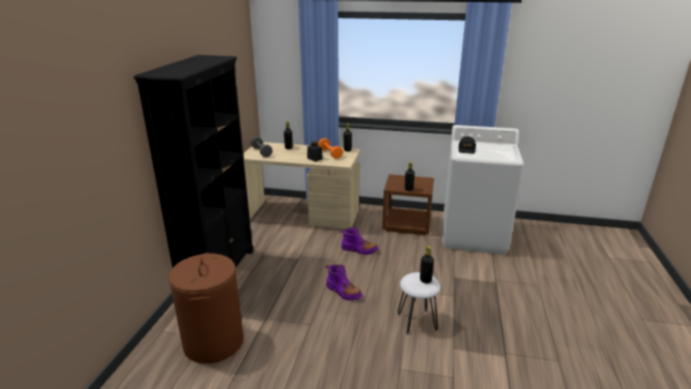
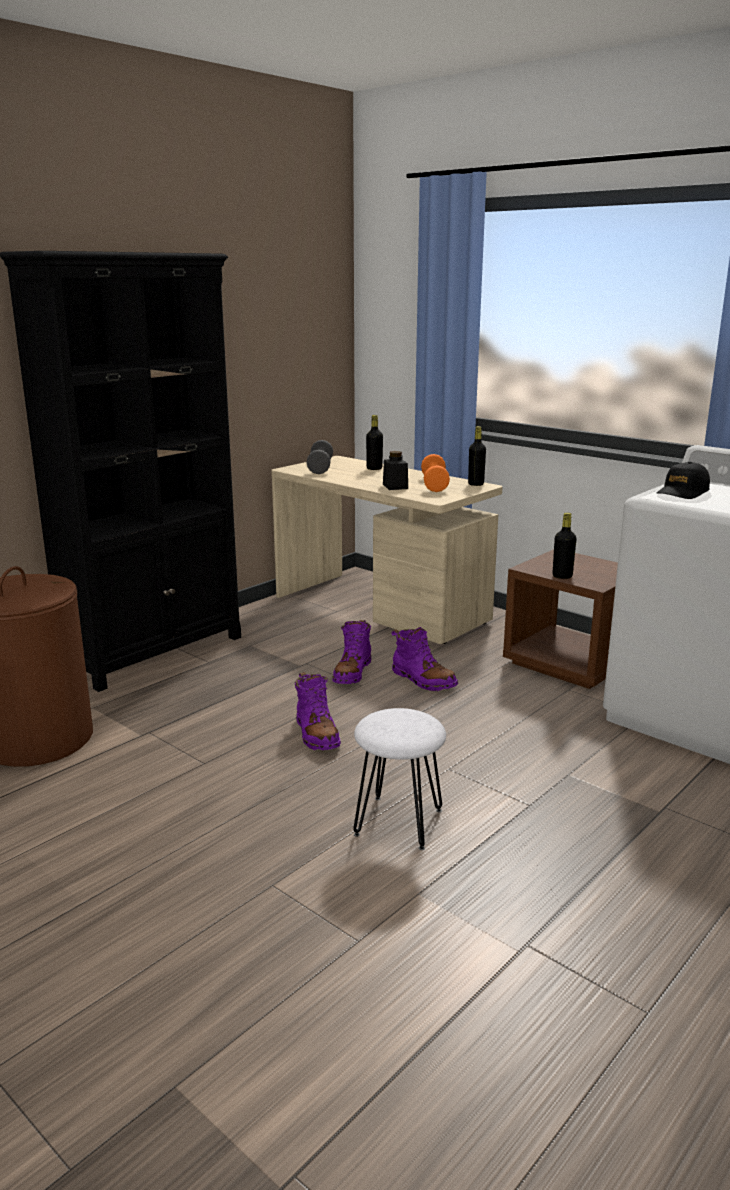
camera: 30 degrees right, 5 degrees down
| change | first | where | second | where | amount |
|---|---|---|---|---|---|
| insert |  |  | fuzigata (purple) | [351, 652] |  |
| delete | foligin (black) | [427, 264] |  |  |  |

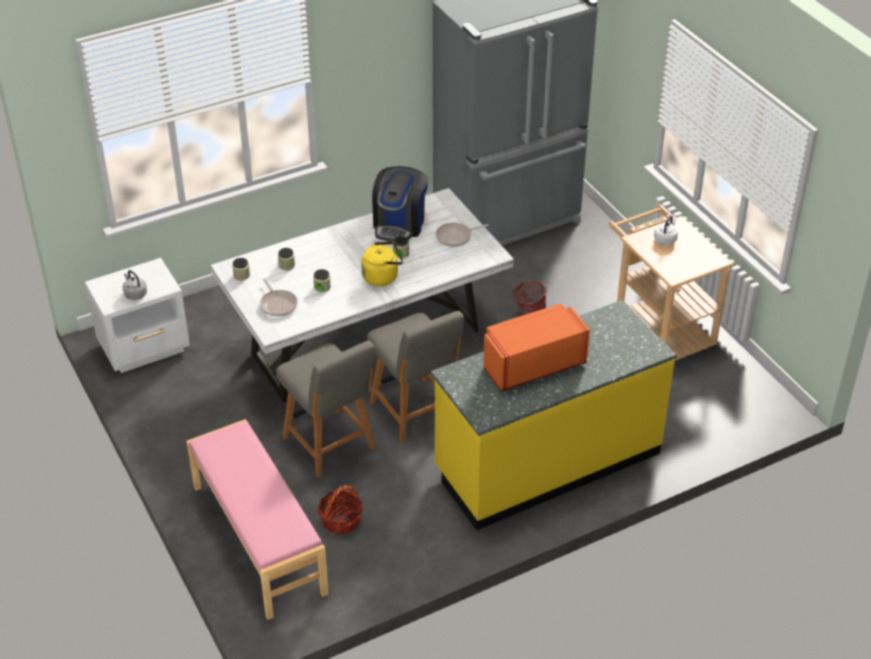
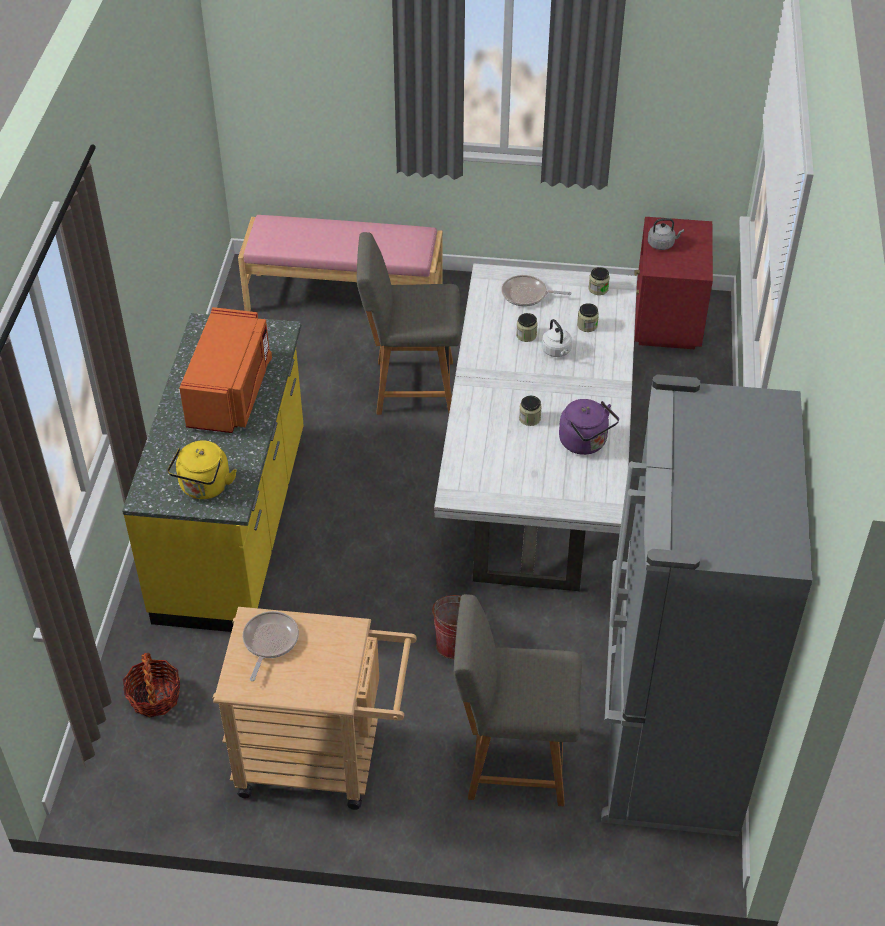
camera: 125 degrees right, 5 degrees up
| change | first | where | second | where | amount |
|---|---|---|---|---|---|
| move | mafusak | [340, 509] |  | [151, 685] |  |
| move | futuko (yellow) | [382, 264] |  | [202, 469] |  |
| move | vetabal | [462, 235] |  | [271, 646] |  |
| move | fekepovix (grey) | [415, 377] |  | [518, 700] |  |
| move | futuko (white) | [666, 230] |  | [557, 338] |  |
| replace | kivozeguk | [400, 204] | futuko (purple) | [589, 427] |  |
| recolor | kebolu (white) | [137, 315] | kebolu (red) | [673, 283] |  |

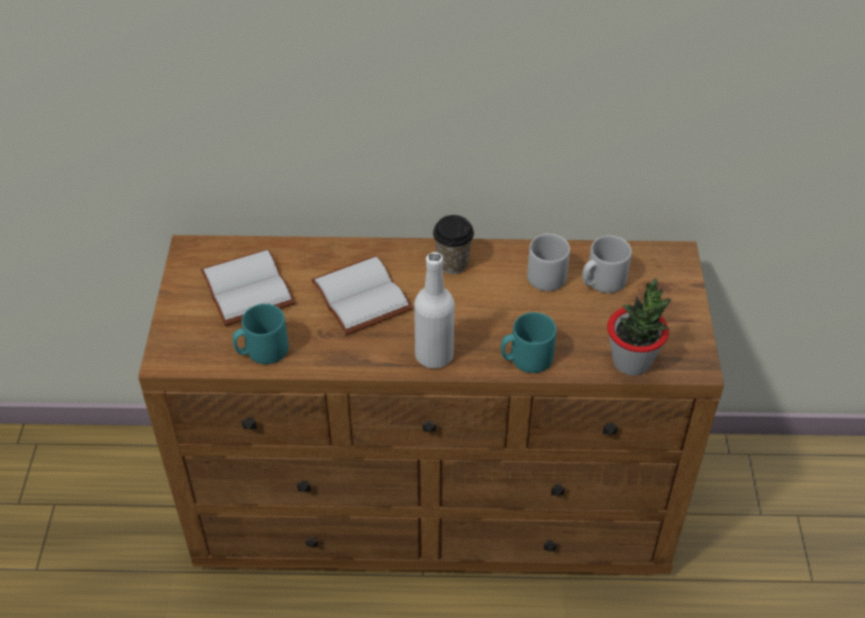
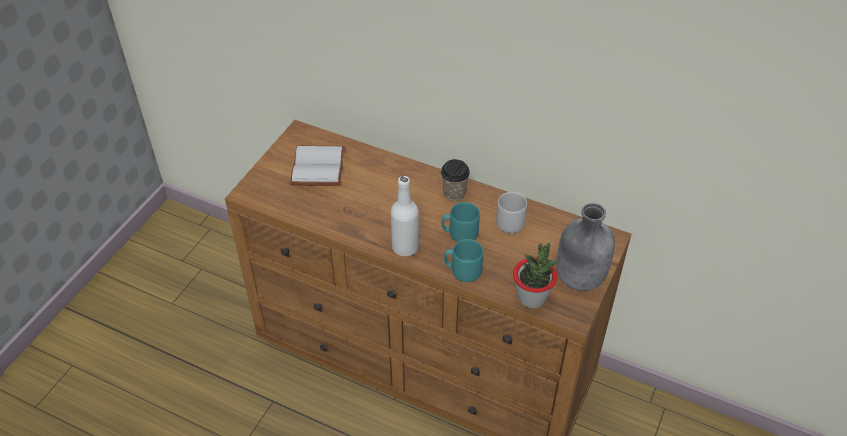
camera: 25 degrees right, 0 degrees up
| change | first | where | second | where | amount |
|---|---|---|---|---|---|
| move | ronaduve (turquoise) | [261, 334] |  | [461, 222] |  |
| insert |  |  | foligin (grey) | [586, 247] |  |
| delete | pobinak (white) | [362, 295] |  |  |  |
| delete | ronaduve (grey) | [607, 264] |  |  |  |

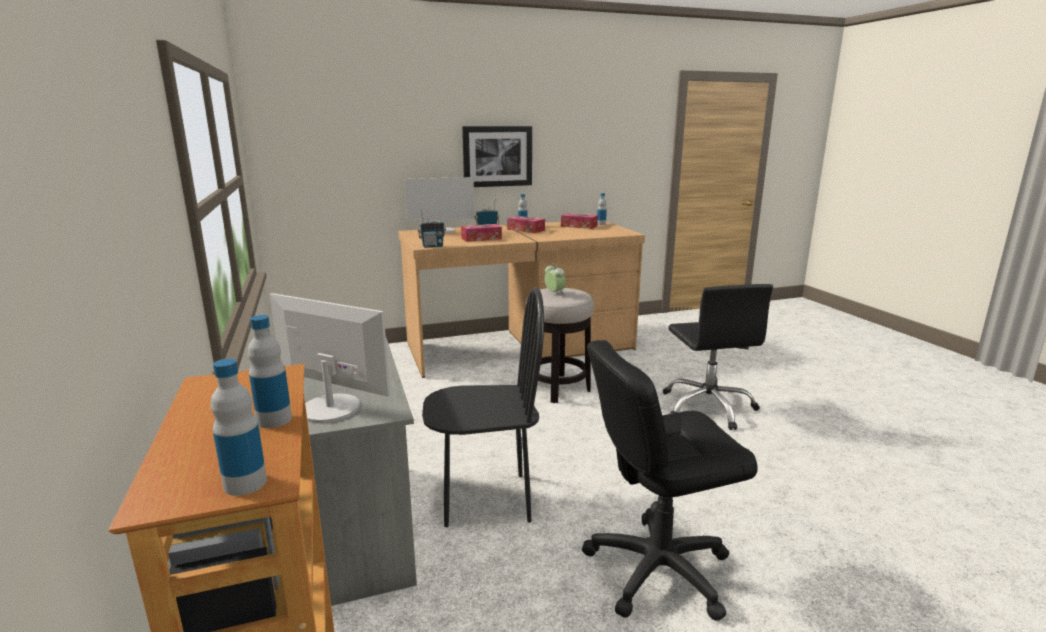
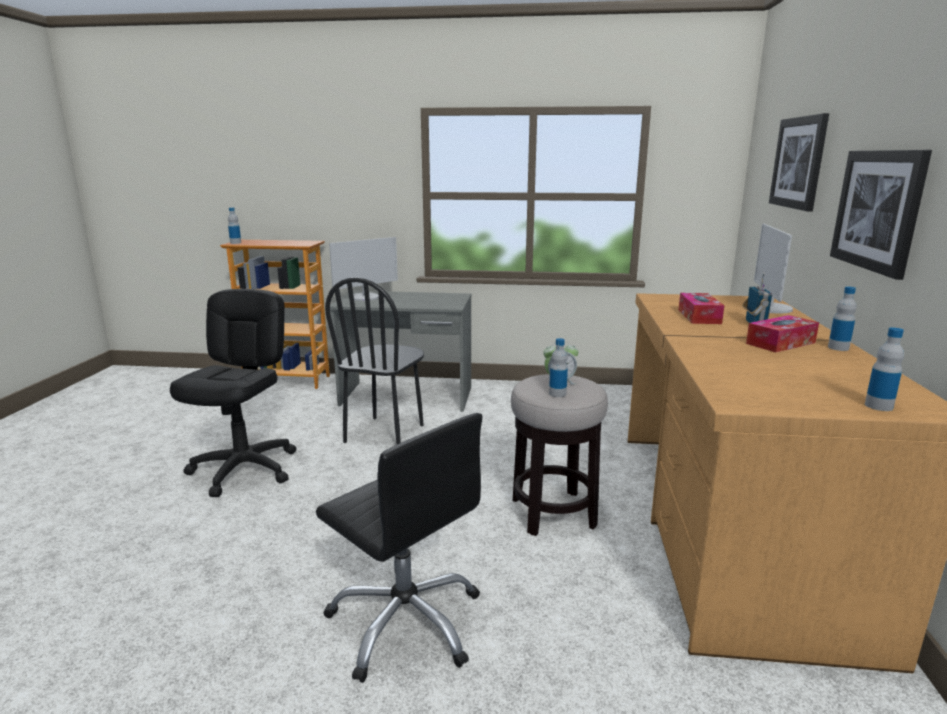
camera: 115 degrees right, 0 degrees up
| change | first | where | second | where | amount |
|---|---|---|---|---|---|
| rotate | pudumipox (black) | [718, 357] |  | [399, 548] | 150 degrees counterclockwise |
| move | foligin | [270, 371] |  | [558, 367] |  |
| insert |  |  | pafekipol | [799, 162] |  |
| delete | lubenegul | [432, 229] |  |  |  |
| delete | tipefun | [579, 221] |  |  |  |

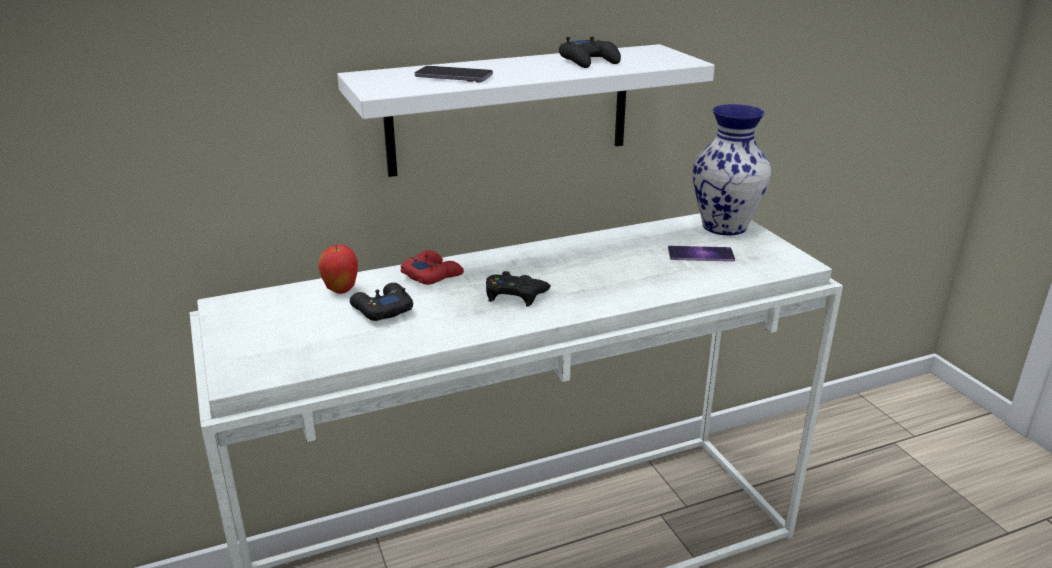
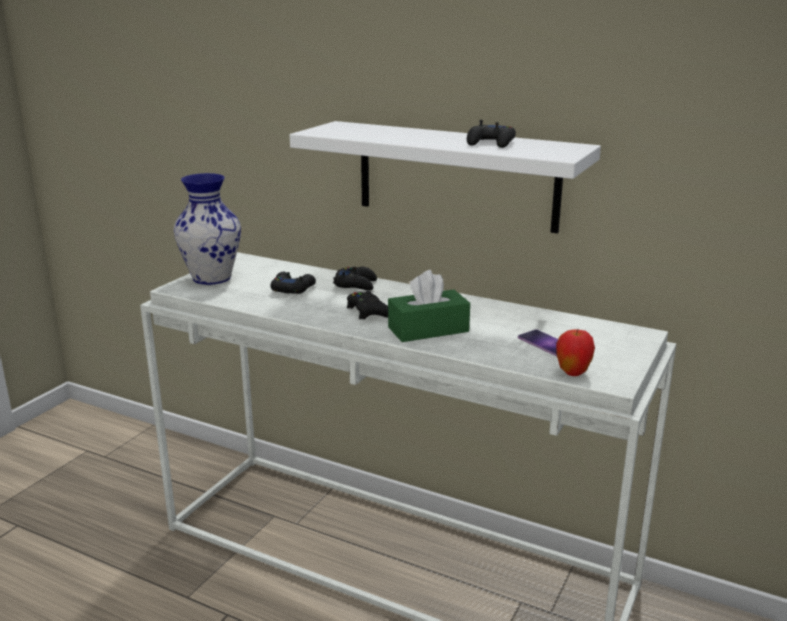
camera: 50 degrees right, 5 degrees down
| change | first | where | second | where | amount |
|---|---|---|---|---|---|
| move | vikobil | [731, 169] |  | [207, 229] |  |
| recolor | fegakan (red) | [432, 267] | fegakan (black) | [355, 278] |  |
| insert |  |  | tipefun (green) | [429, 306] |  |
| move | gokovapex | [338, 269] |  | [575, 352] |  |
| delete | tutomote | [454, 74] |  |  |  |

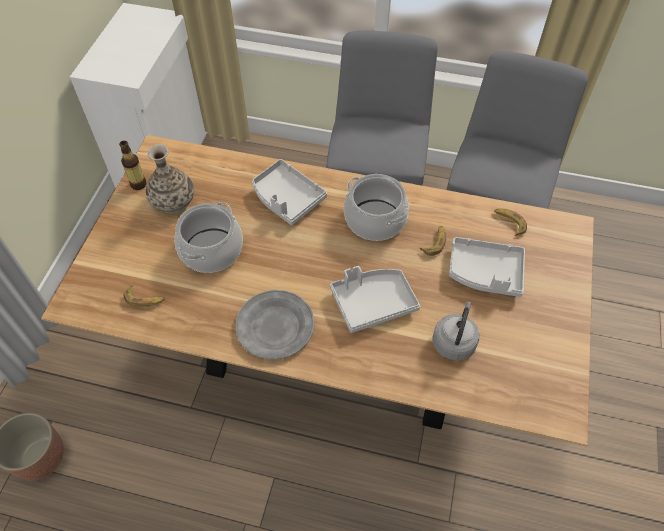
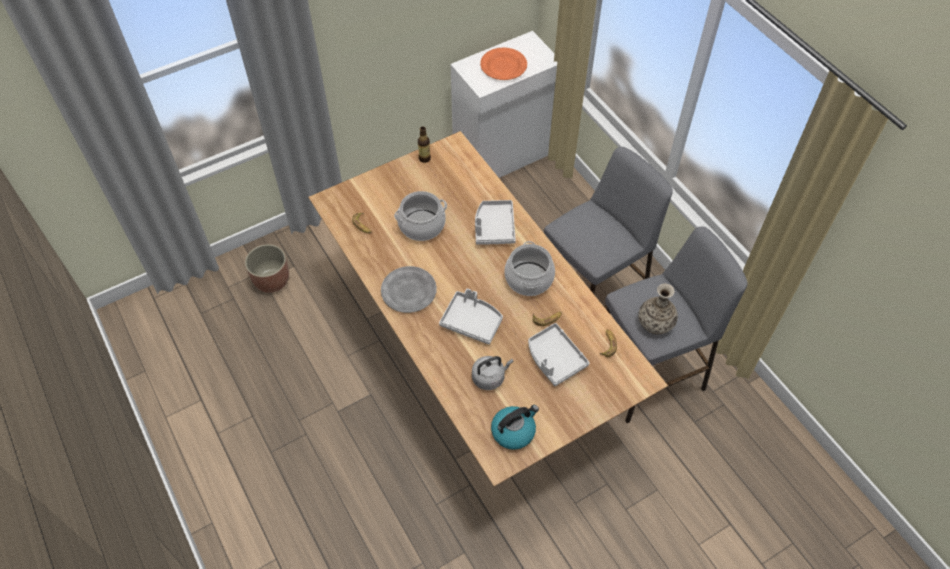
camera: 45 degrees right, 0 degrees up
| change | first | where | second | where | amount |
|---|---|---|---|---|---|
| insert |  |  | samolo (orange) | [503, 64] |  |
| insert |  |  | futuko | [515, 427] |  |
| move | vikobil | [170, 179] |  | [658, 309] |  |

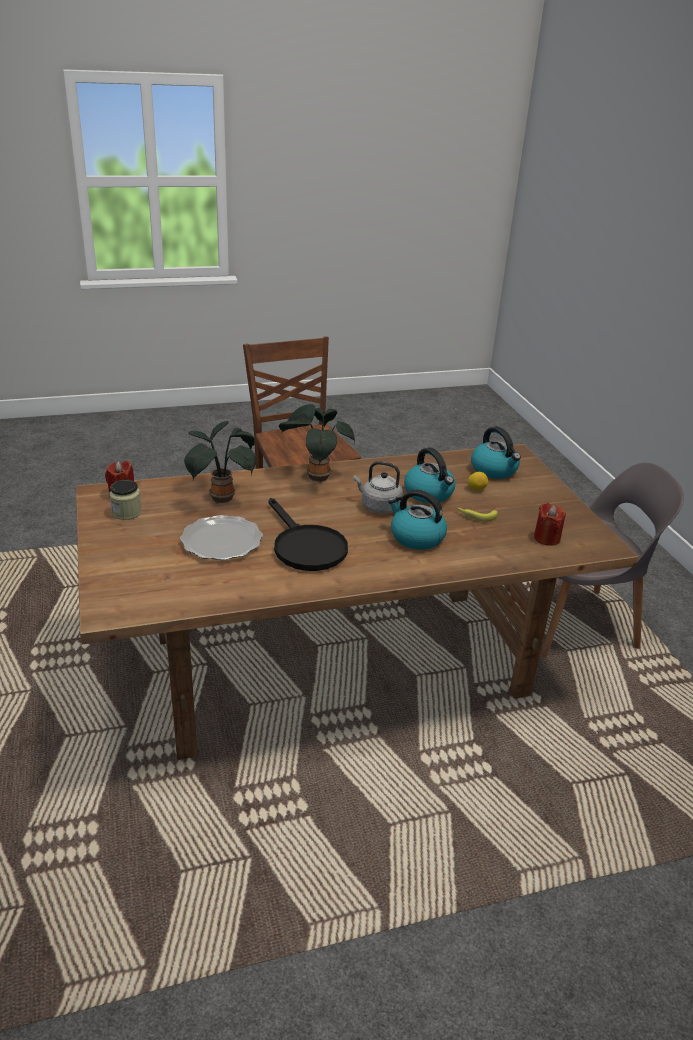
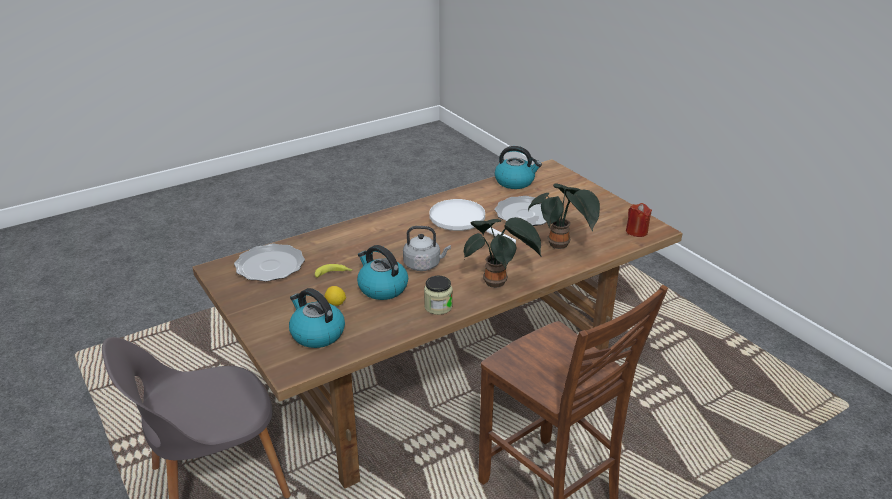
camera: 165 degrees right, 0 degrees up
| change | first | where | second | where | amount |
|---|---|---|---|---|---|
| replace | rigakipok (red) | [550, 524] | samolo | [269, 262] |  |
| move | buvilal | [125, 500] |  | [438, 295] |  |
| recolor | vetabal (black) | [308, 534] | vetabal (white) | [473, 221] |  |
| move | futuko | [417, 519] |  | [518, 167] |  |

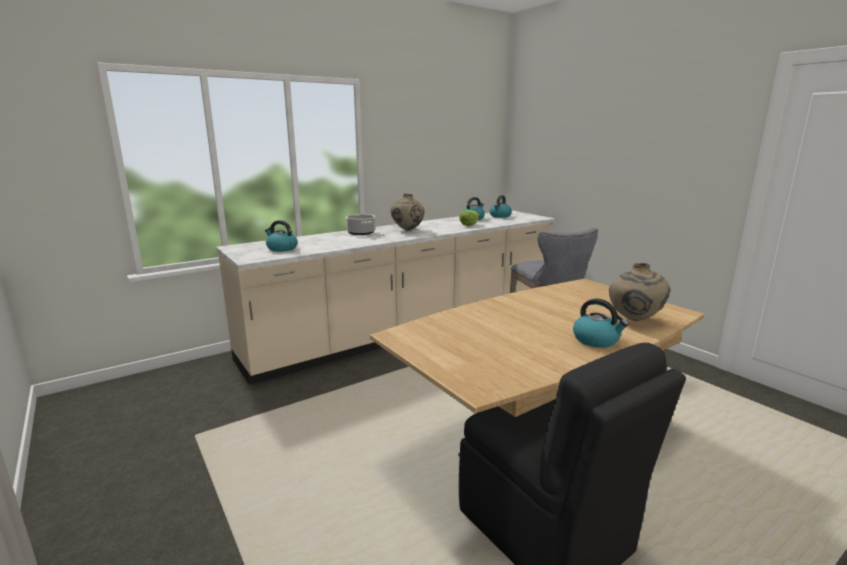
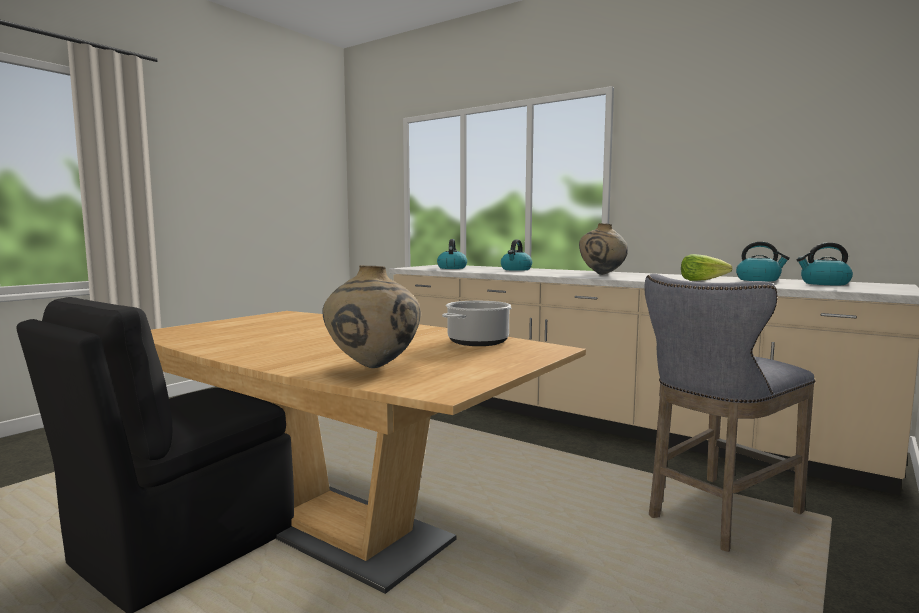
camera: 70 degrees right, 10 degrees down
| change | first | where | second | where | amount |
|---|---|---|---|---|---|
| move | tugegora | [360, 224] |  | [476, 323] |  |
| move | futuko | [601, 323] |  | [516, 255] |  |

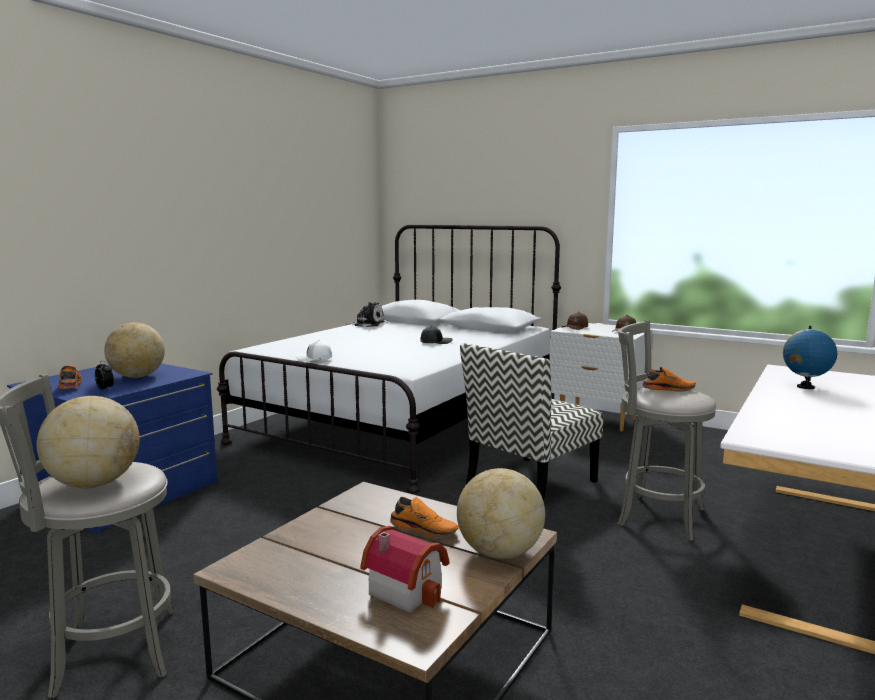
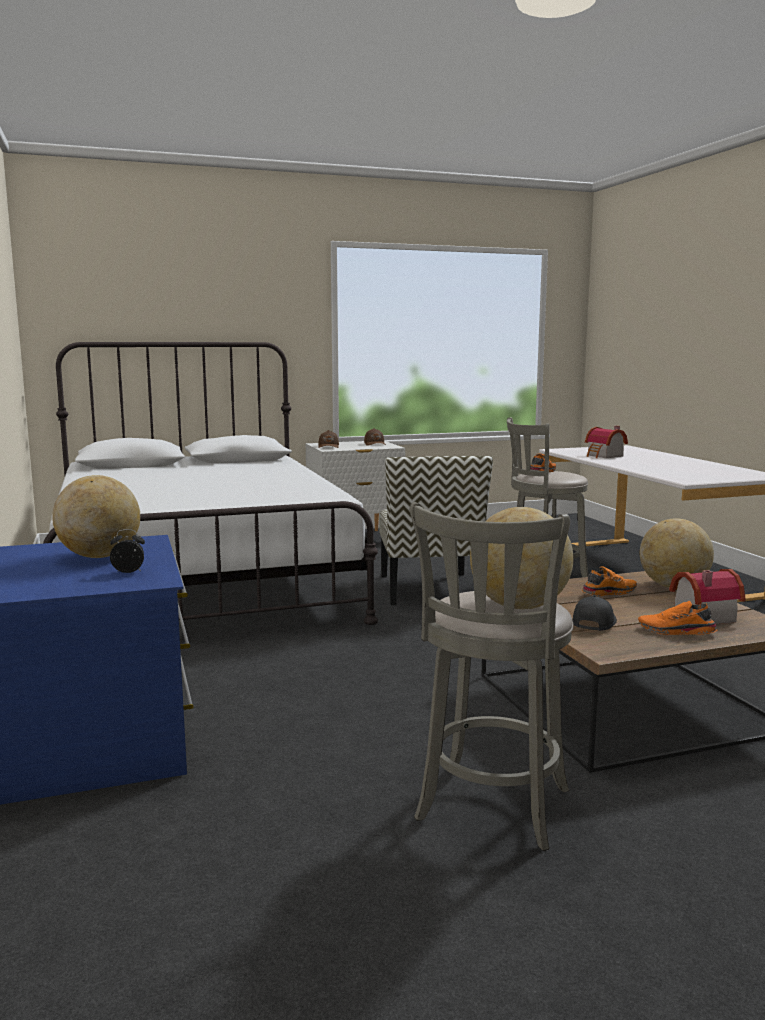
camera: 50 degrees left, 0 degrees up
| change | first | where | second | where | amount |
|---|---|---|---|---|---|
| move | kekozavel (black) | [436, 335] |  | [595, 613] |  |
| replace | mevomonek | [810, 357] | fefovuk | [606, 442] |  |
| move | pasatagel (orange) | [70, 377] |  | [678, 618] |  |
| delete | kekozavel (white) | [313, 350] |  |  |  |
| delete | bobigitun | [366, 314] |  |  |  |

